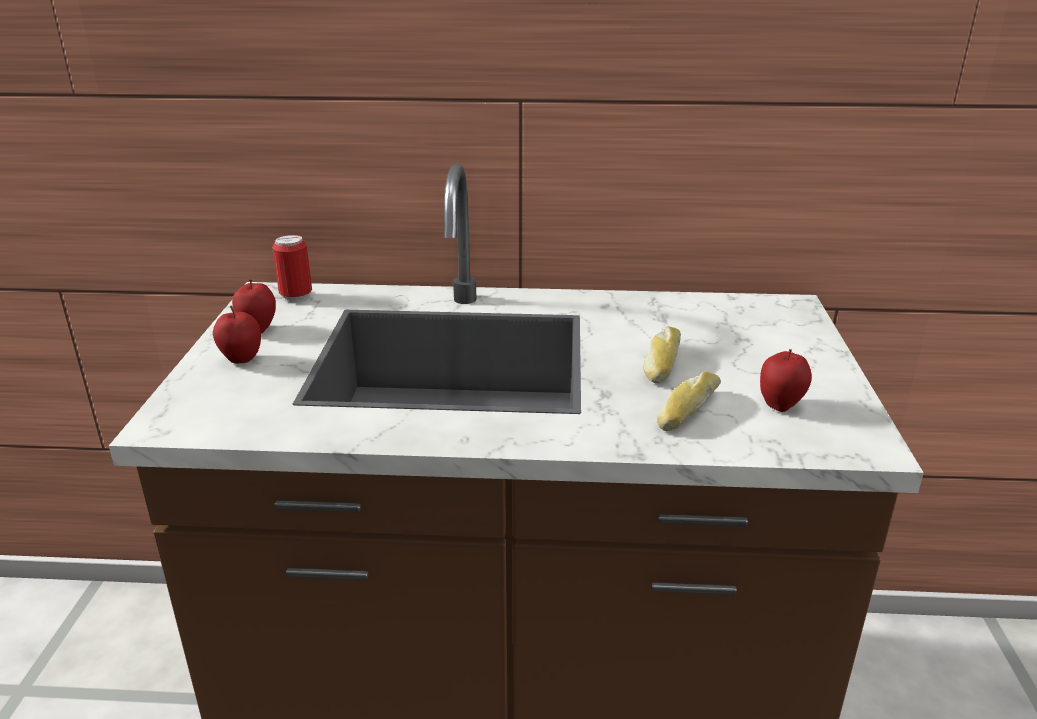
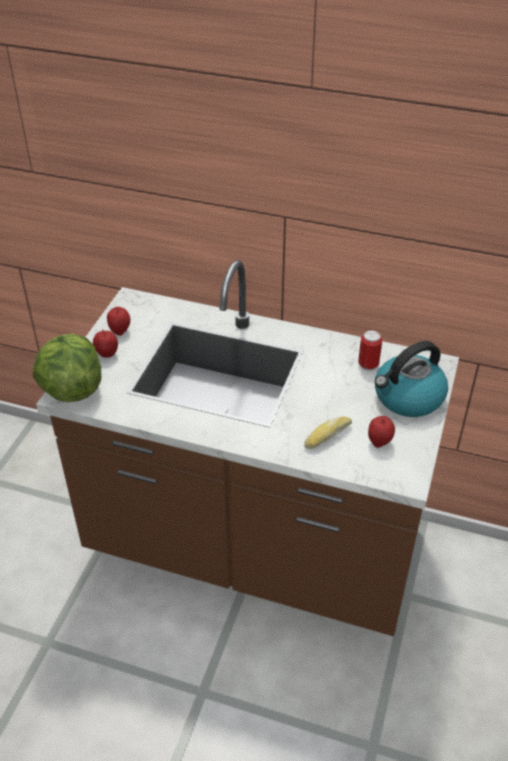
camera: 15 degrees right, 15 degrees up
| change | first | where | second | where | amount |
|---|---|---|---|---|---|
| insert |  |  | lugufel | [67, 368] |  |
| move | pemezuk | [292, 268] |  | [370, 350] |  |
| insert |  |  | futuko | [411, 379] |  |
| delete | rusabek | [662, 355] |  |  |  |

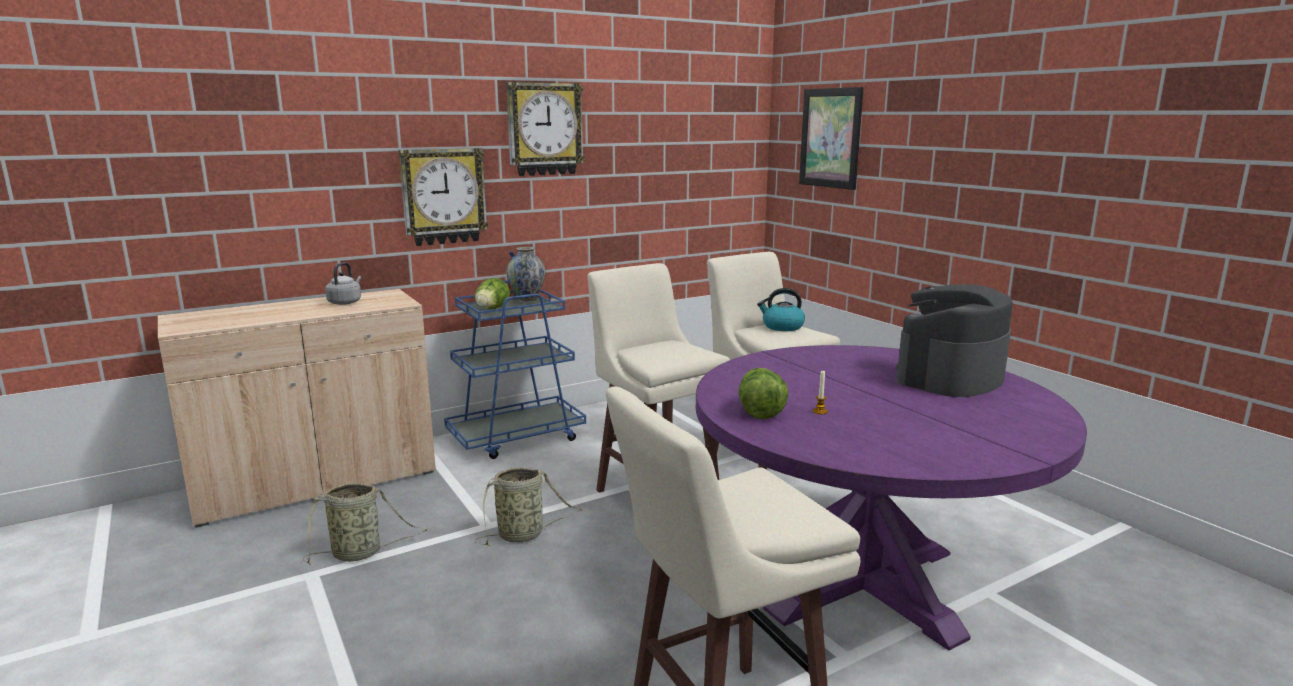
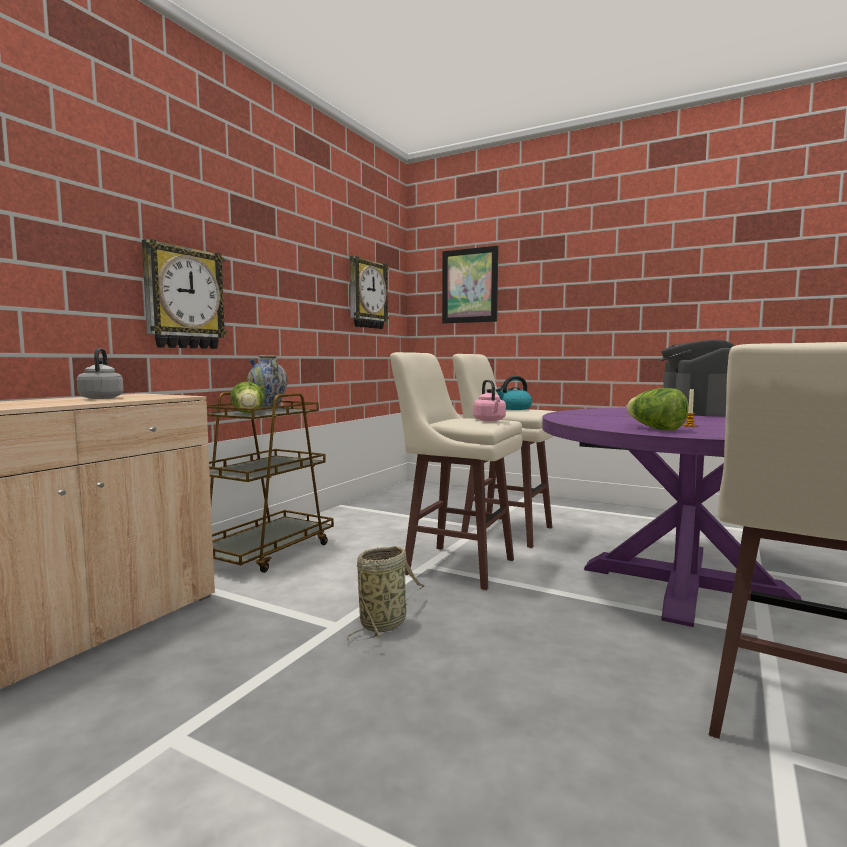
camera: 30 degrees left, 10 degrees down
| change | first | where | second | where | amount |
|---|---|---|---|---|---|
| recolor | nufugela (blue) | [515, 369] | nufugela (brown) | [270, 482] |  |
| move | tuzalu | [545, 129] |  | [369, 292] |  |
| insert |  |  | futuko (pink) | [489, 400] |  |
| delete | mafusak | [365, 524] |  |  |  |

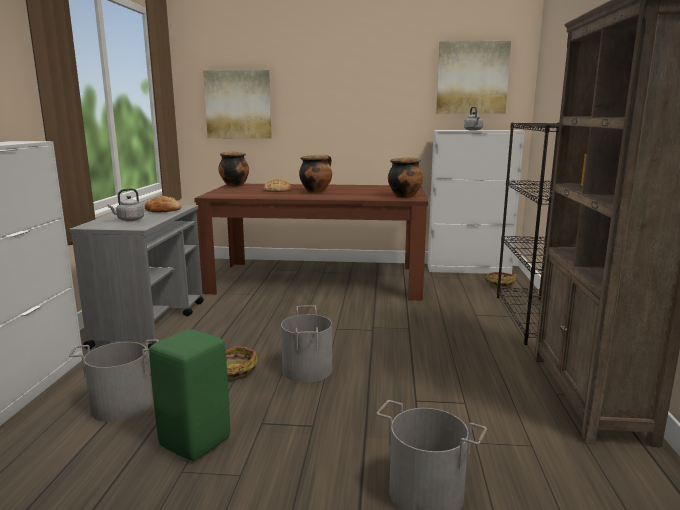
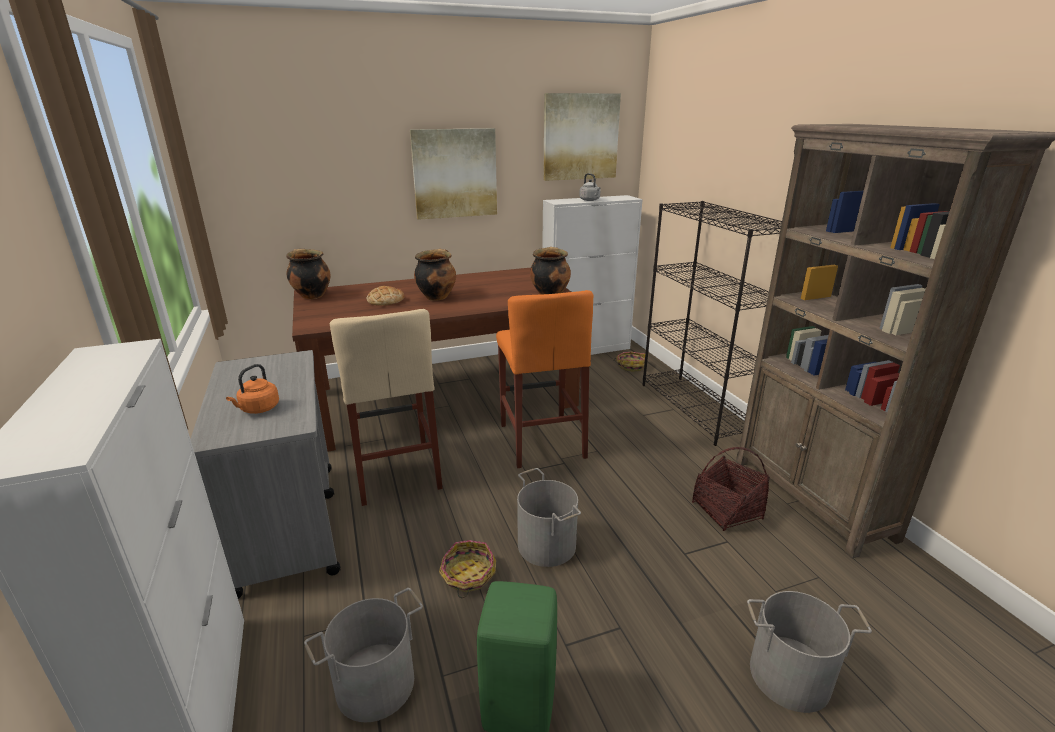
camera: 25 degrees left, 10 degrees up
| change | first | where | second | where | amount |
|---|---|---|---|---|---|
| recolor | futuko (grey) | [125, 204] | futuko (orange) | [252, 389] |  |
| insert |  |  | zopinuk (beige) | [386, 407] |  |
| move | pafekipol | [237, 104] |  | [453, 174] |  |
| insert |  |  | zopinuk (orange) | [544, 379] |  |
| insert |  |  | mafusak | [731, 489] |  |
| delete | rusabek | [163, 204] |  |  |  |

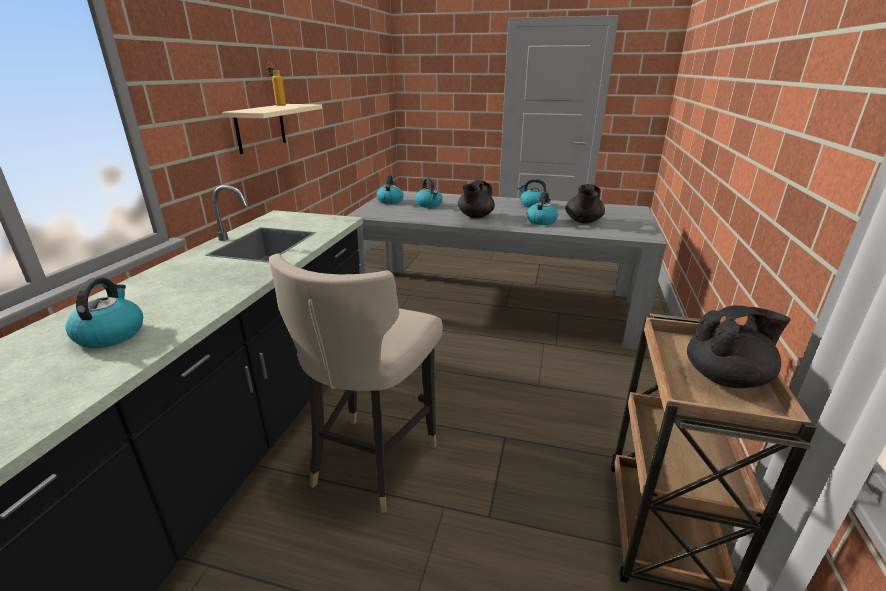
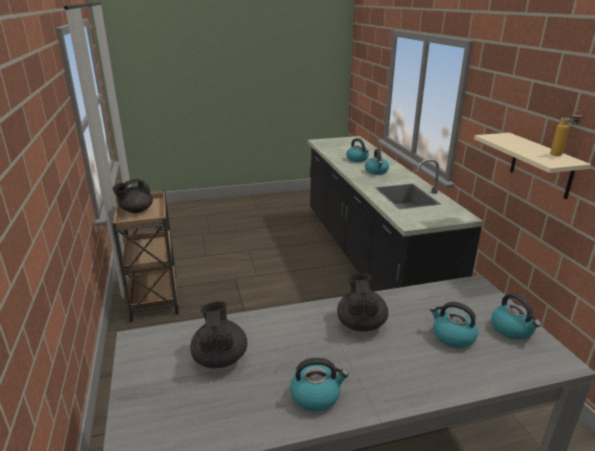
camera: 150 degrees right, 0 degrees up
| change | first | where | second | where | amount |
|---|---|---|---|---|---|
| move | futuko | [542, 208] |  | [377, 162] |  |
| delete | zopinuk (beige) | [356, 383] |  |  |  |

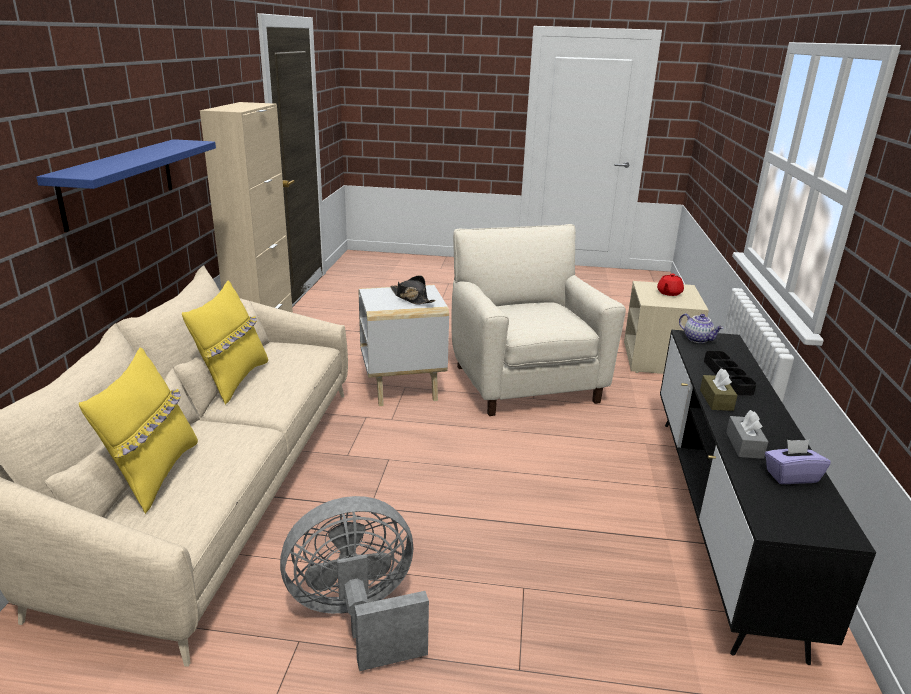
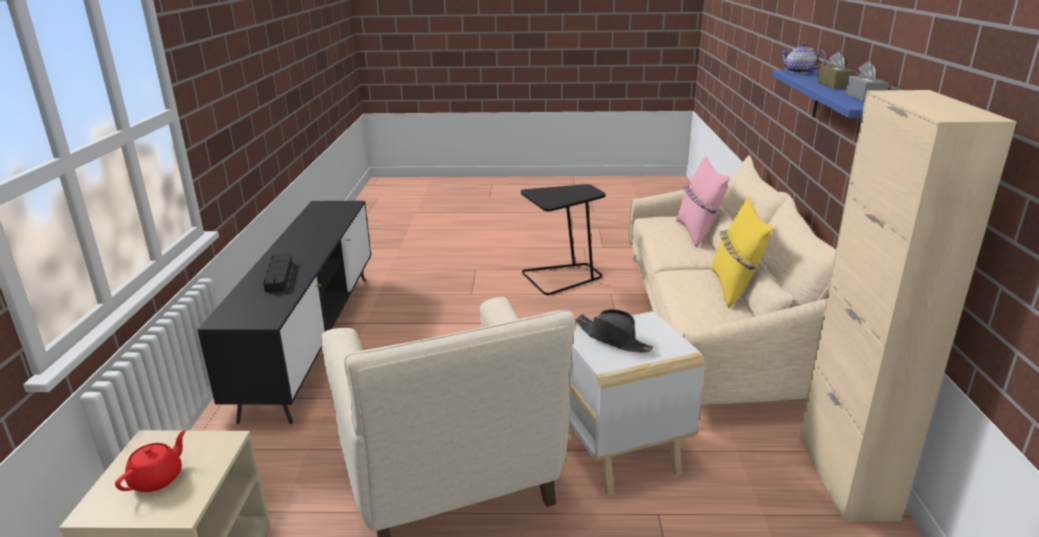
camera: 175 degrees right, 0 degrees up
| change | first | where | second | where | amount |
|---|---|---|---|---|---|
| replace | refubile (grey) | [354, 583] | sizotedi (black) | [563, 239] |  |
| recolor | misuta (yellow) | [138, 430] | misuta (pink) | [703, 202] |  |
| move | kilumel | [701, 328] |  | [803, 58] |  |
| move | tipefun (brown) | [718, 390] |  | [837, 70] |  |
| move | tipefun (grey) | [747, 434] |  | [867, 81] |  |
| delete | tipefun (purple) | [798, 462] |  |  |  |

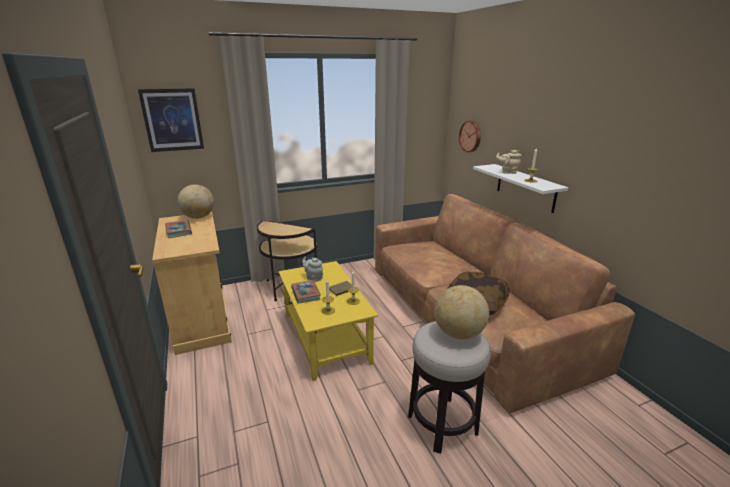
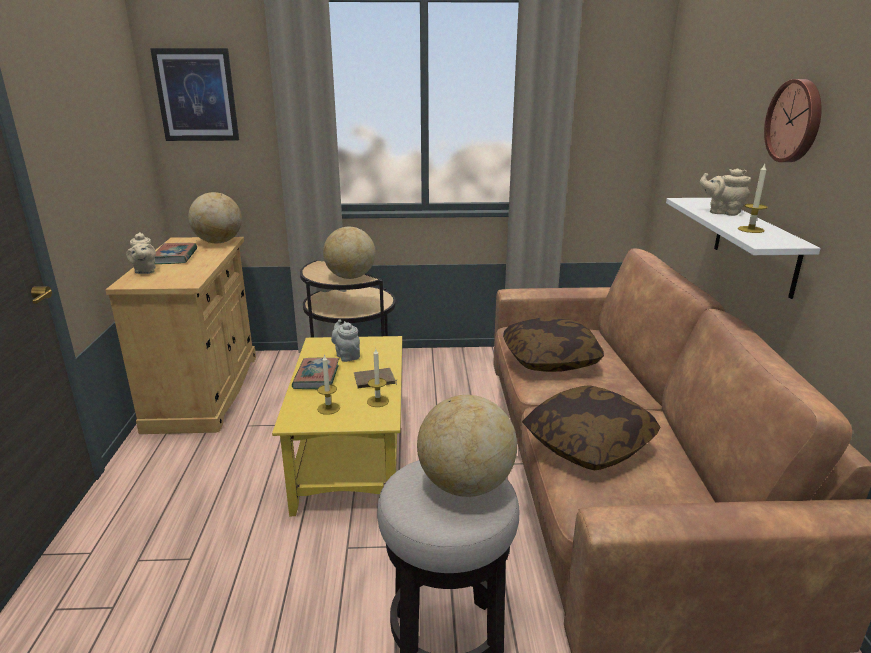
camera: 20 degrees right, 0 degrees up
| change | first | where | second | where | amount |
|---|---|---|---|---|---|
| insert |  |  | kilumel (beige) | [141, 253] |  |
| insert |  |  | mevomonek | [349, 253] |  |
| insert |  |  | misuta | [553, 344] |  |
| move | tuzalu | [470, 136] |  | [793, 120] |  |

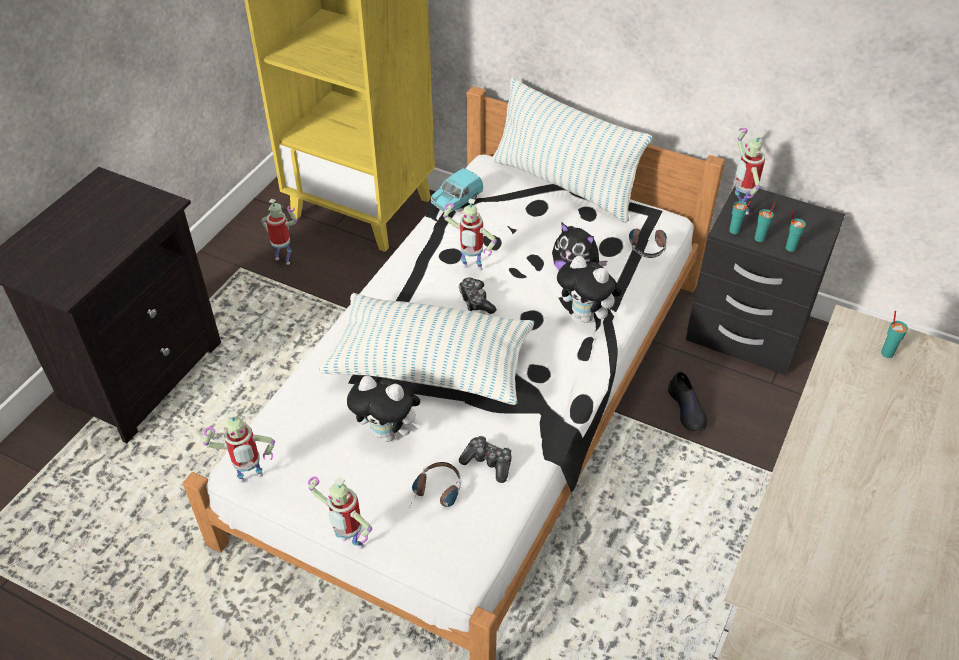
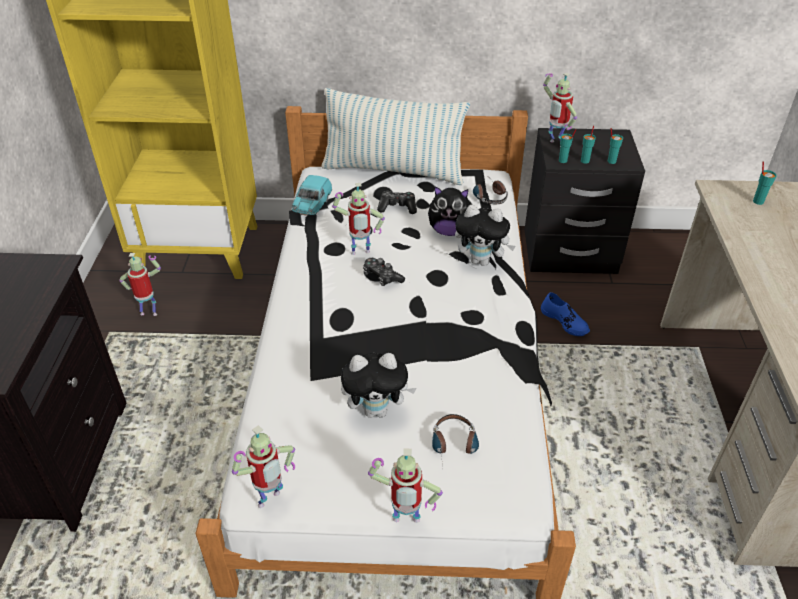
camera: 25 degrees left, 5 degrees down
| change | first | where | second | where | amount |
|---|---|---|---|---|---|
| move | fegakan | [485, 459] |  | [397, 202] |  |
| recolor | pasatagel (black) | [687, 401] | pasatagel (blue) | [565, 314] |  |
| delete | misuta | [426, 349] |  |  |  |

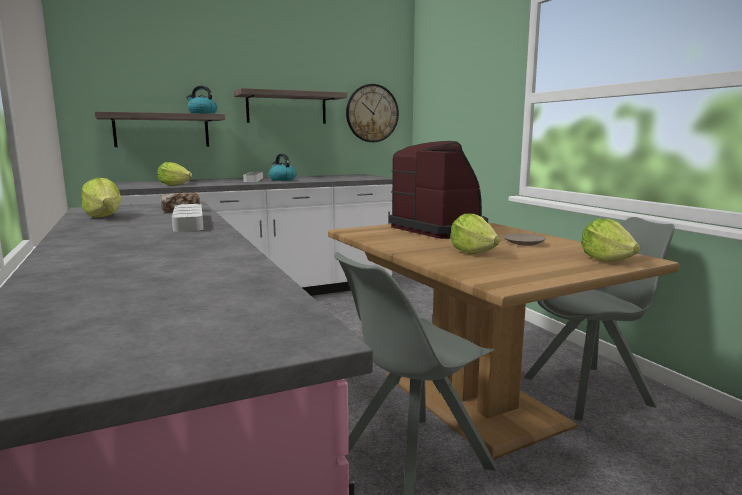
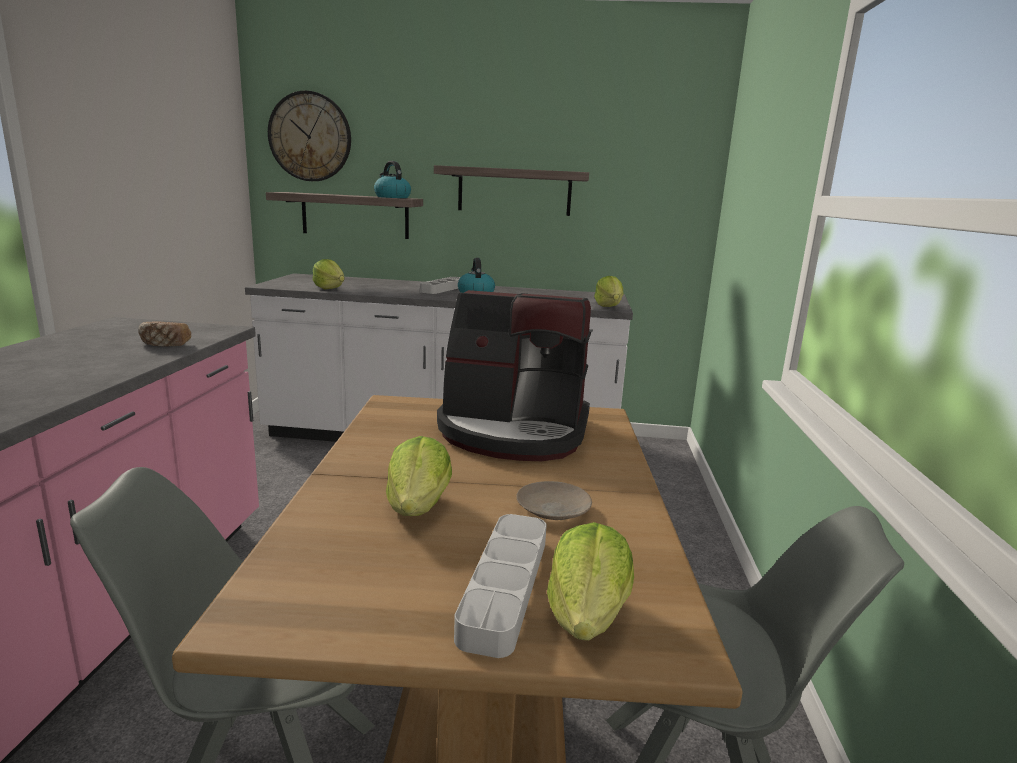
camera: 30 degrees right, 5 degrees up
| change | first | where | second | where | amount |
|---|---|---|---|---|---|
| move | tuzalu | [372, 113] |  | [309, 136] |  |
| rotate | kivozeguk | [438, 190] |  | [514, 375] | 105 degrees clockwise |
| move | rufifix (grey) | [187, 218] |  | [500, 586] |  |
| move | lugufel | [101, 198] |  | [608, 291] |  |

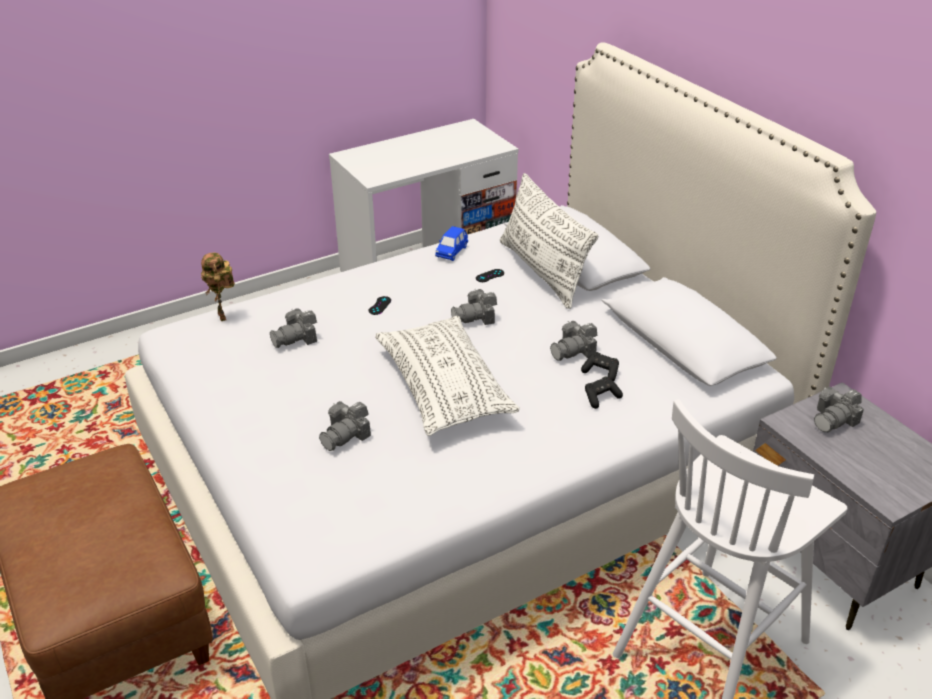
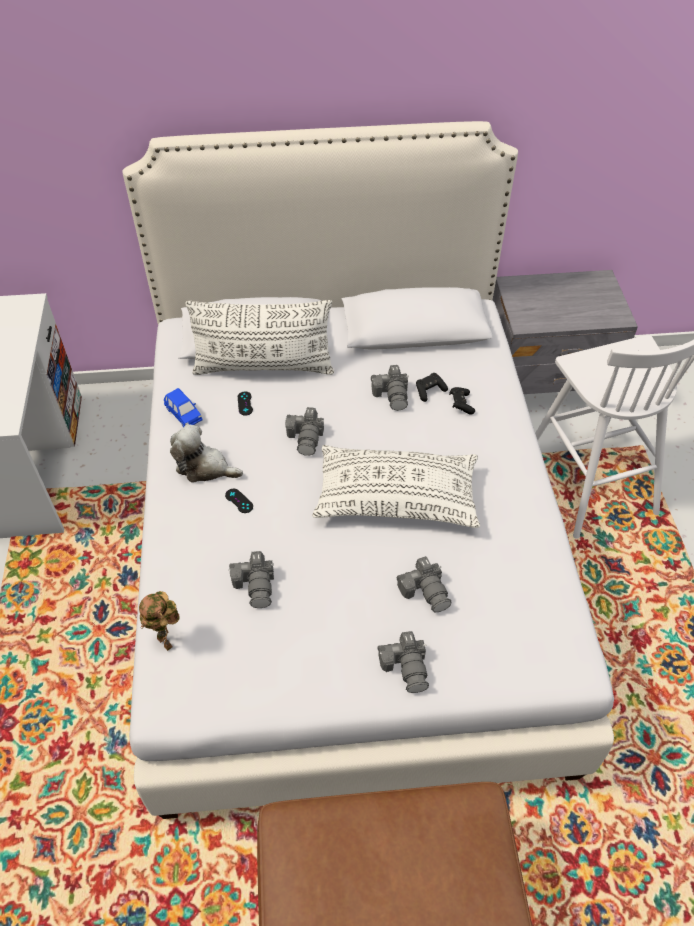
camera: 65 degrees left, 15 degrees up
| change | first | where | second | where | amount |
|---|---|---|---|---|---|
| rotate | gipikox | [218, 287] |  | [159, 621] | 45 degrees clockwise |
| insert |  |  | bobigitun | [206, 453] |  |
| move | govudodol | [839, 409] |  | [403, 662] |  |

